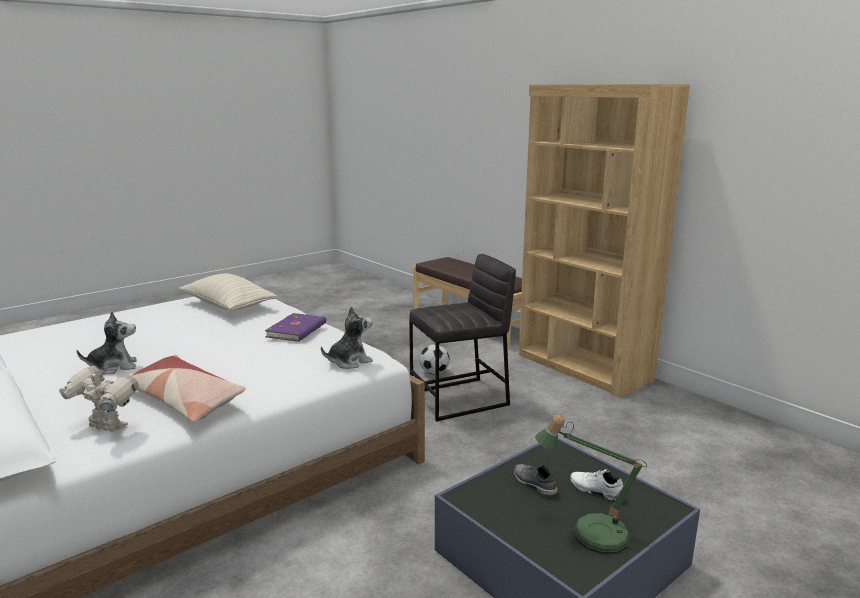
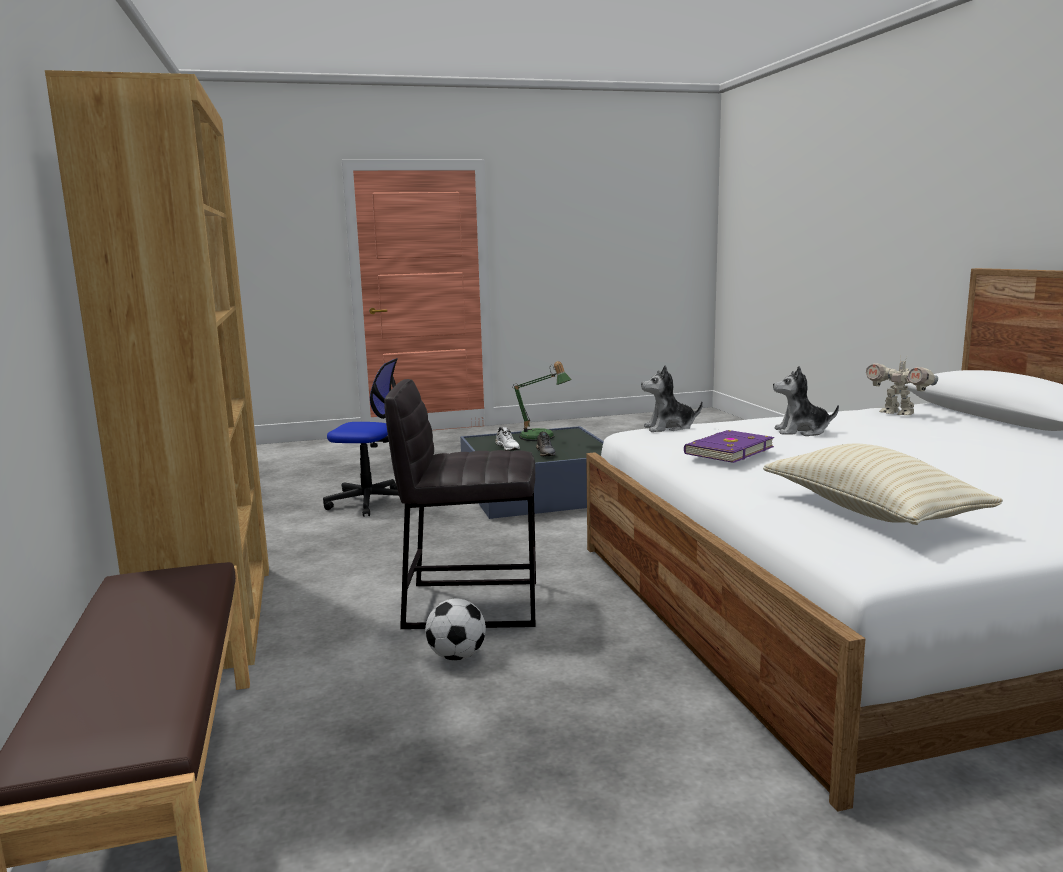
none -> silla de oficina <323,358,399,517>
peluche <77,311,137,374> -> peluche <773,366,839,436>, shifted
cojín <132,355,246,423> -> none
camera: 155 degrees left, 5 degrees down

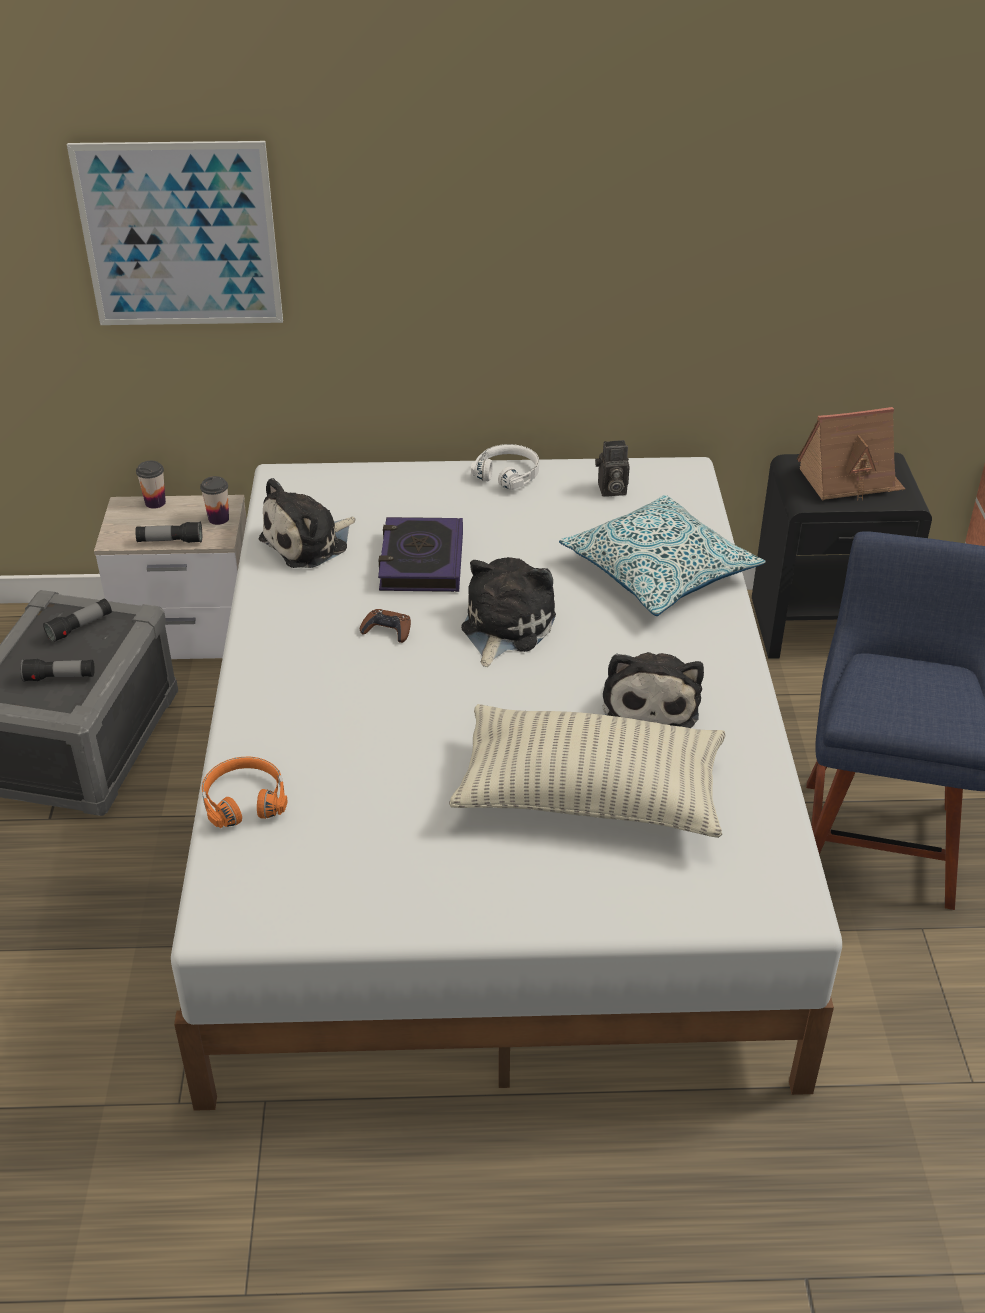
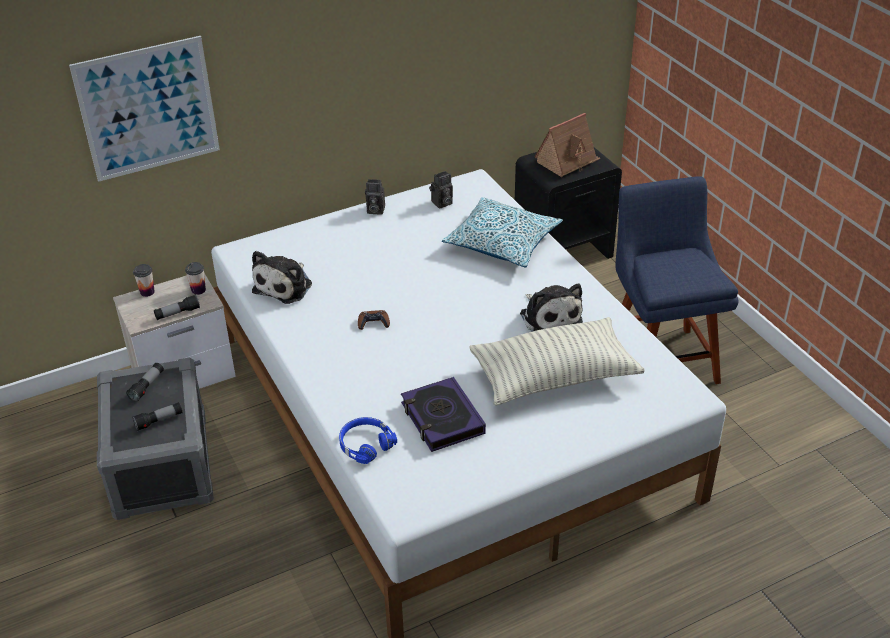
auriculares/naranja <202,757,288,828> -> auriculares/azul <339,417,397,464>
auriculares/blanco <471,444,539,490> -> cámara <365,179,385,215>
libro <378,517,463,592> -> libro <401,377,486,452>, shifted
peluche <461,557,556,667> -> none
camera: 25 degrees left, 0 degrees up

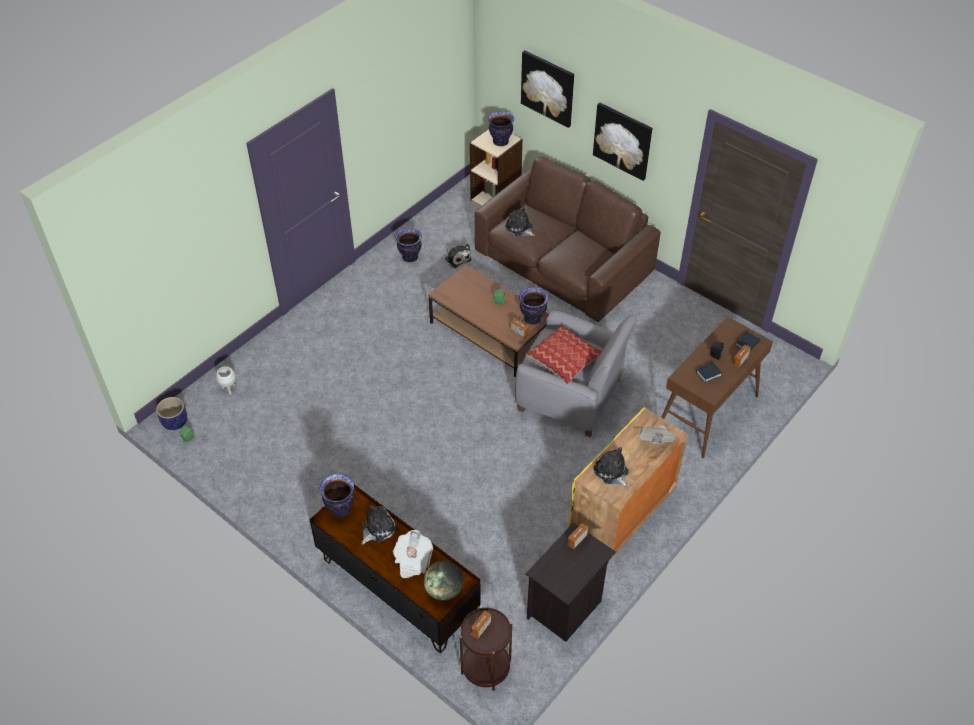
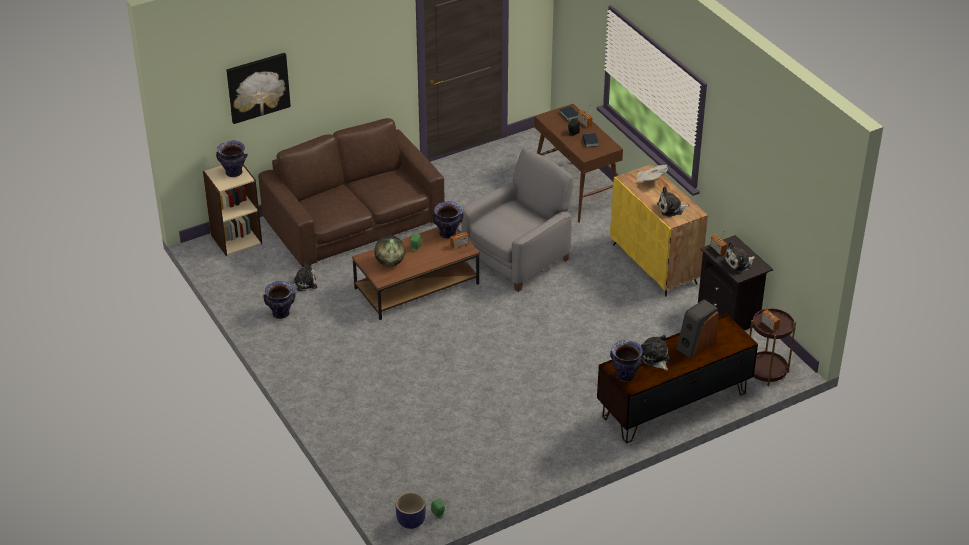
globo terráqueo <424,560,464,601> -> globo terráqueo <375,235,405,267>, shifted
periódico <393,530,433,578> -> altavoz <676,299,719,358>
peluche <505,206,535,236> -> peluche <723,242,755,272>, shifted
maceta/blanco <216,367,236,395> -> none
cojín <525,324,602,384> -> none
cuadro <593,103,652,181> -> none
camera: 70 degrees left, 10 degrees down

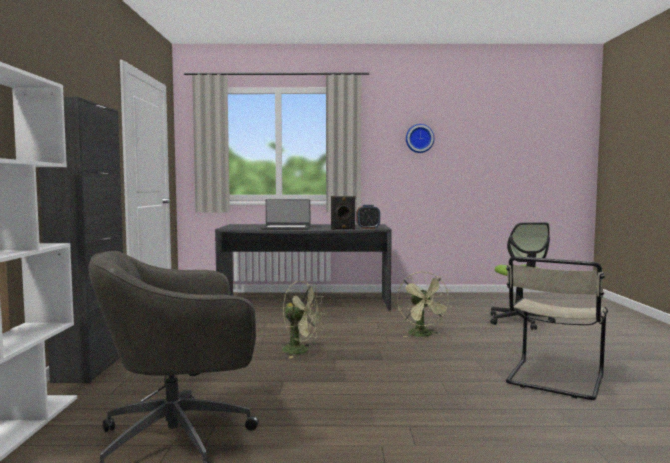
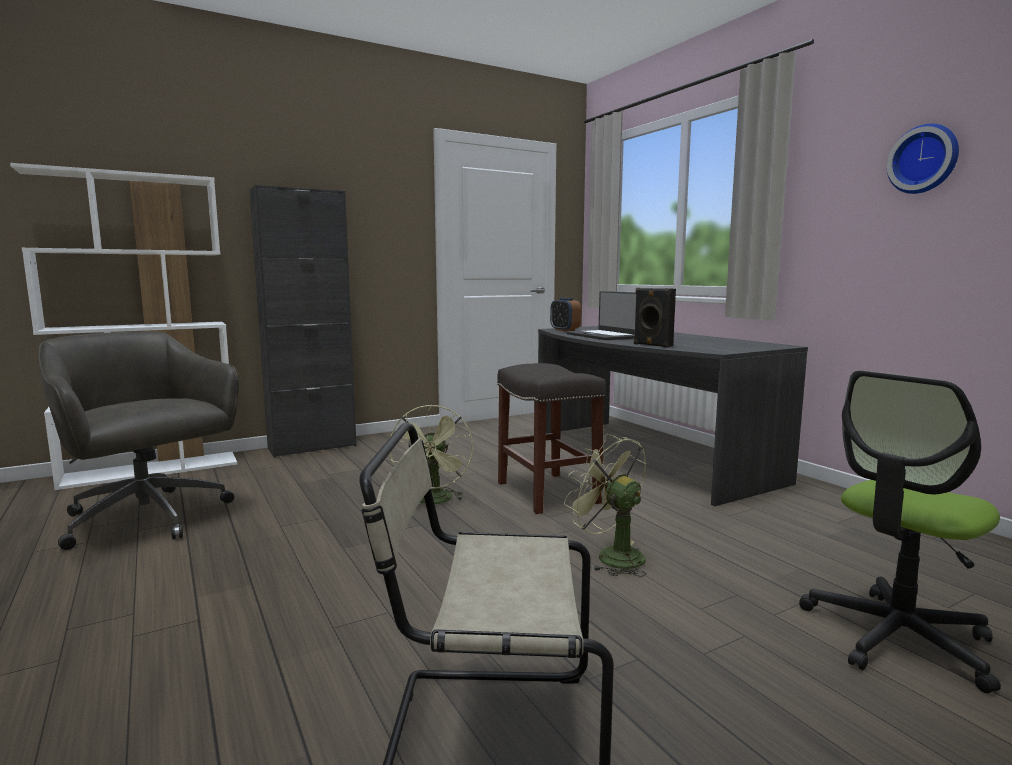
none -> taburete/gris <497,363,606,514>
despertador <357,205,380,229> -> despertador <550,298,581,331>, shifted
ventilador/verde <397,272,451,337> -> ventilador/verde <564,434,647,577>, 90 degrees clockwise
camera: 60 degrees right, 5 degrees up

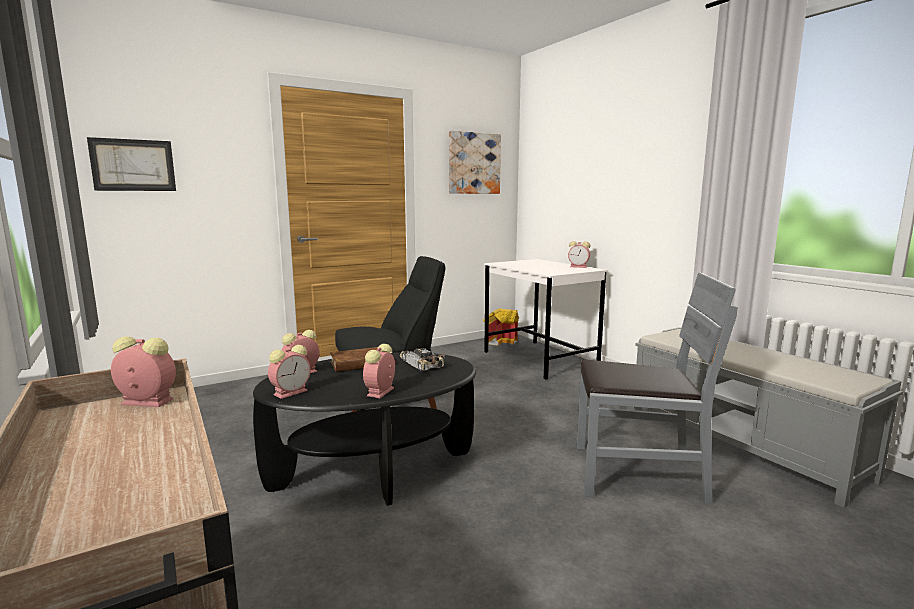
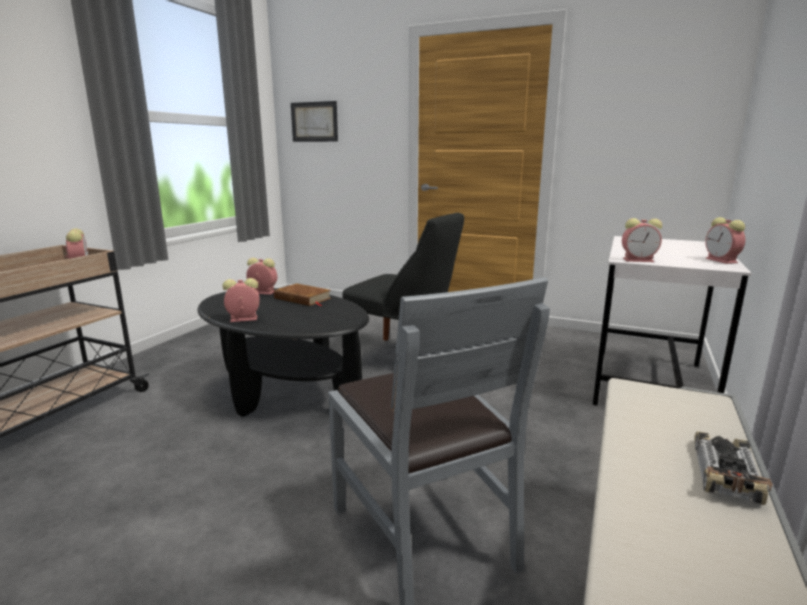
despertador <268,345,311,399> -> despertador <622,218,662,262>, shifted
coche de juguete <400,348,445,371> -> coche de juguete <694,431,773,505>, shifted
cuadro <449,131,501,194> -> none
casita <483,308,519,346> -> none
camera: 55 degrees right, 5 degrees up

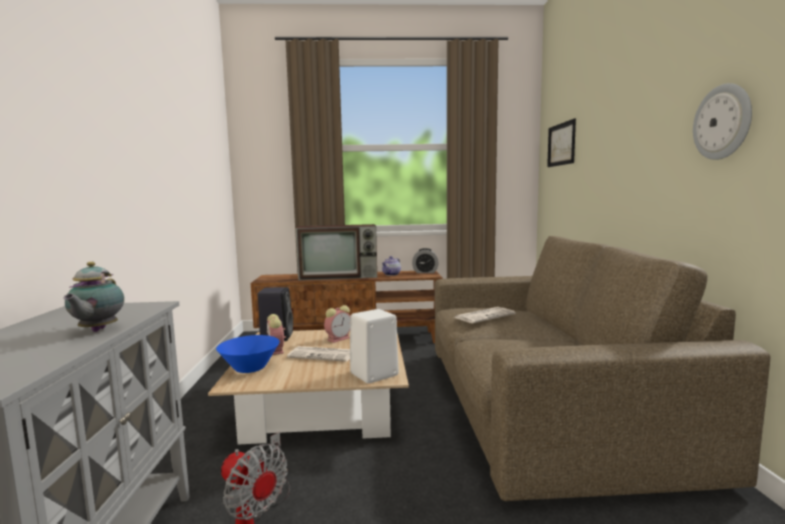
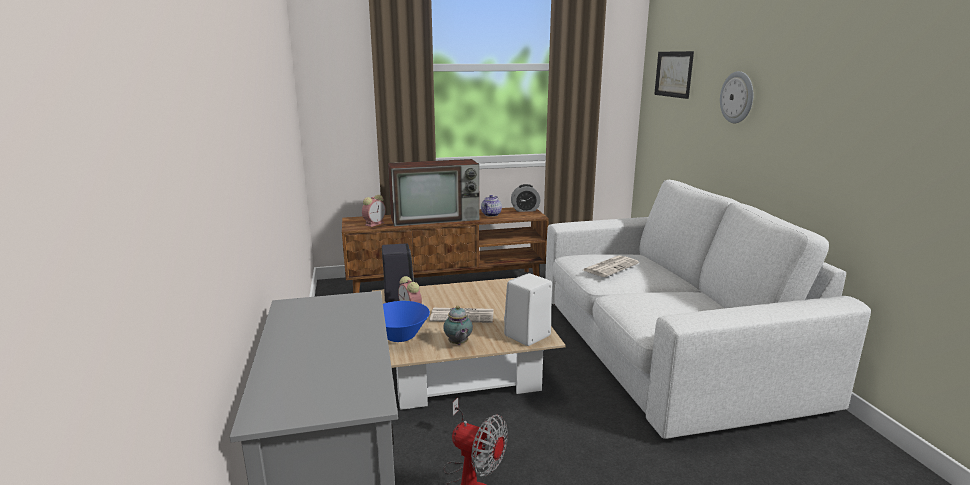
despertador <324,305,351,343> -> despertador <362,195,386,227>, shifted
tetera <63,262,124,332> -> tetera <443,306,473,345>, shifted
sofá/marrón <435,236,770,501> -> sofá/blanco <545,180,871,439>
reloj de pared <693,83,752,160> -> reloj de pared <720,71,753,123>, shifted
camera: 10 degrees left, 10 degrees up

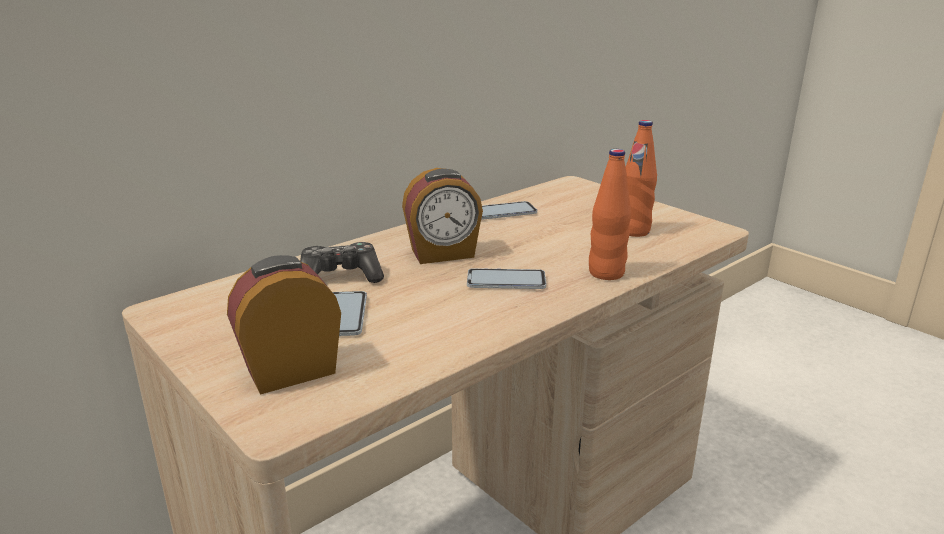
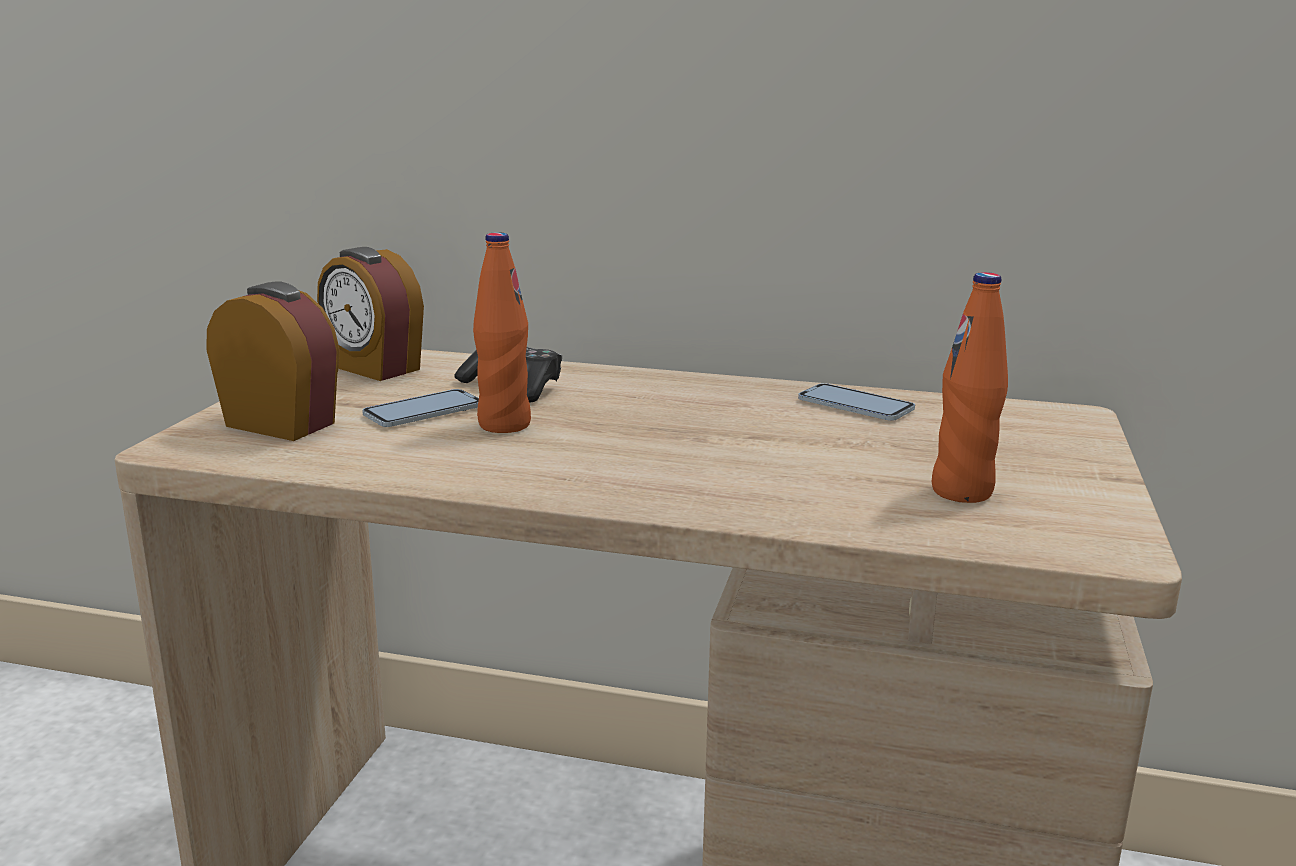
despertador <402,168,483,264> -> despertador <317,247,424,381>, shifted
botella/naranja <589,149,631,280> -> botella/naranja <473,232,531,433>, shifted
móvil <467,268,546,289> -> none
camera: 55 degrees right, 5 degrees down

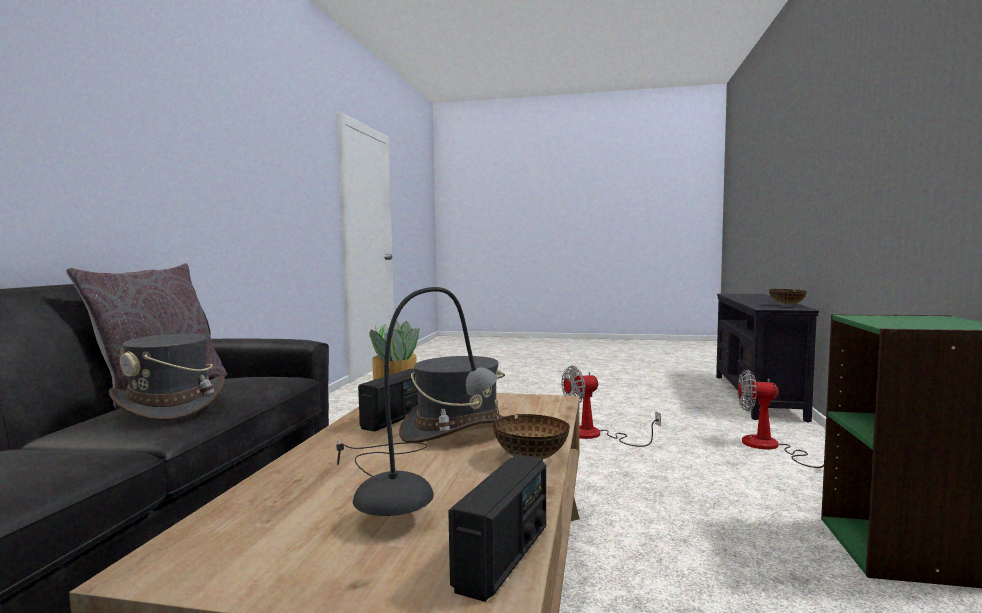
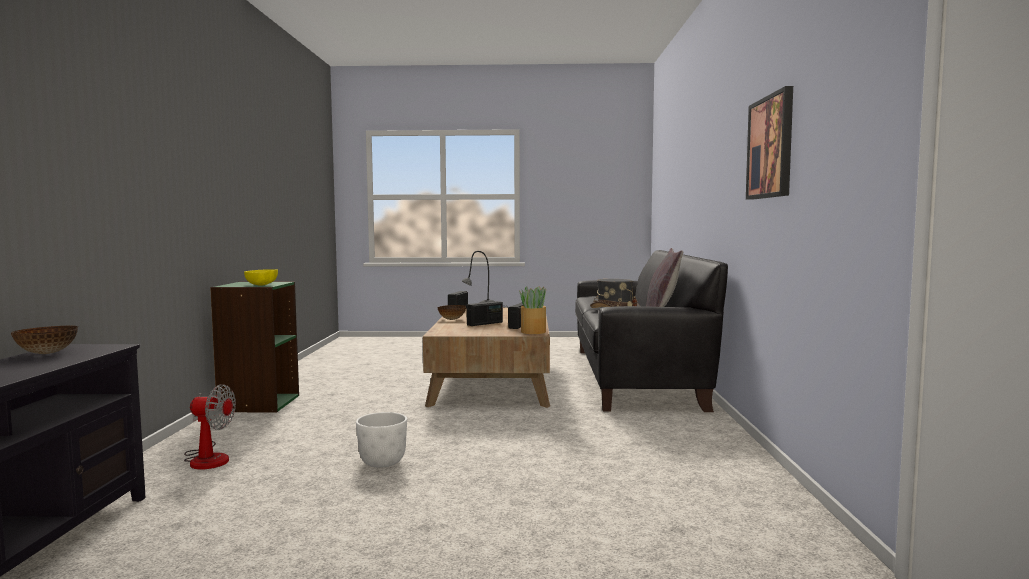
none -> cuenco/amarillo <244,269,278,286>
ventilador <562,366,661,447> -> maceta/blanco <356,412,407,468>
sombrero/gris <399,356,505,442> -> radio <467,301,503,326>
none -> cuadro <746,86,793,200>
camera: 170 degrees right, 0 degrees up

